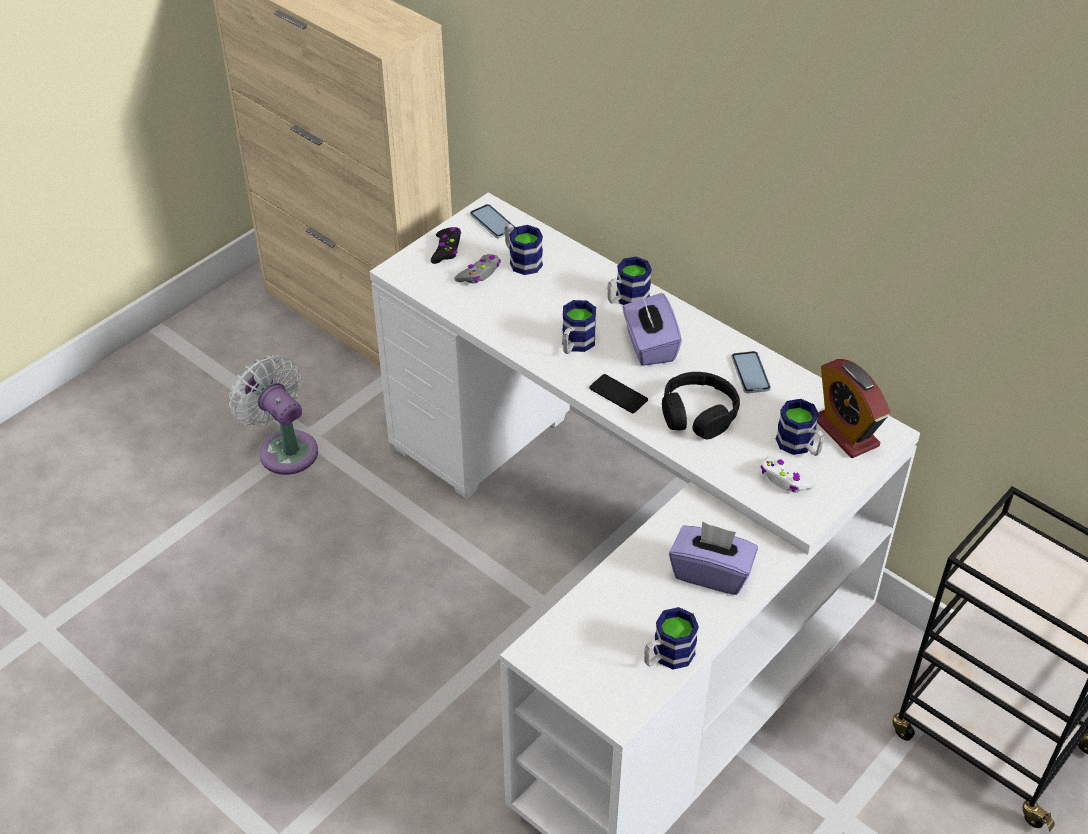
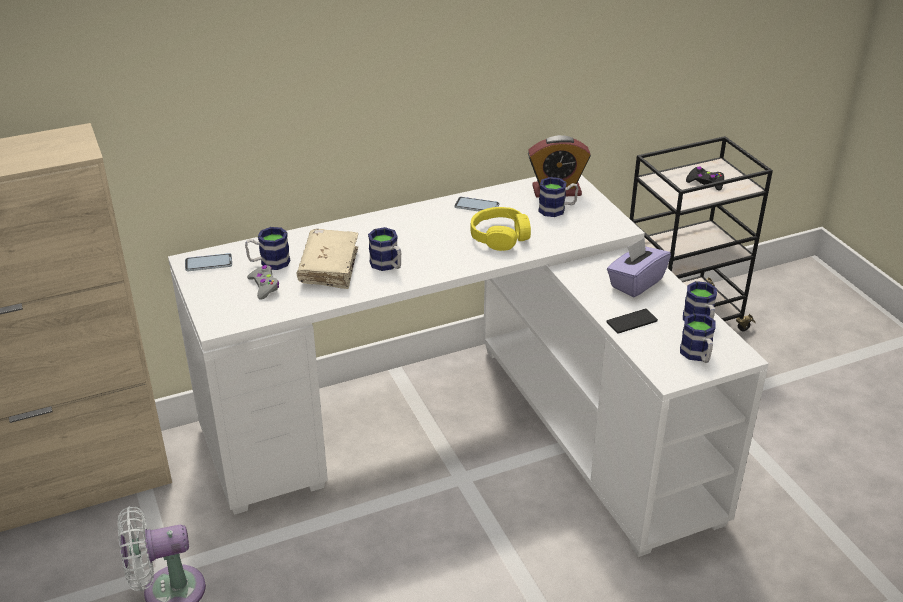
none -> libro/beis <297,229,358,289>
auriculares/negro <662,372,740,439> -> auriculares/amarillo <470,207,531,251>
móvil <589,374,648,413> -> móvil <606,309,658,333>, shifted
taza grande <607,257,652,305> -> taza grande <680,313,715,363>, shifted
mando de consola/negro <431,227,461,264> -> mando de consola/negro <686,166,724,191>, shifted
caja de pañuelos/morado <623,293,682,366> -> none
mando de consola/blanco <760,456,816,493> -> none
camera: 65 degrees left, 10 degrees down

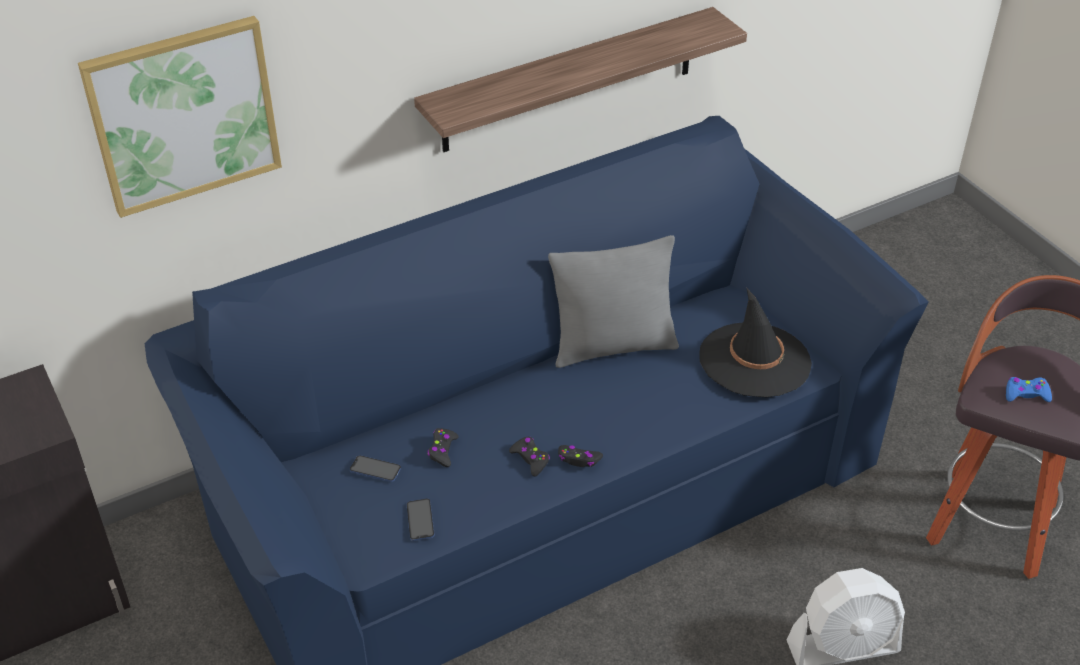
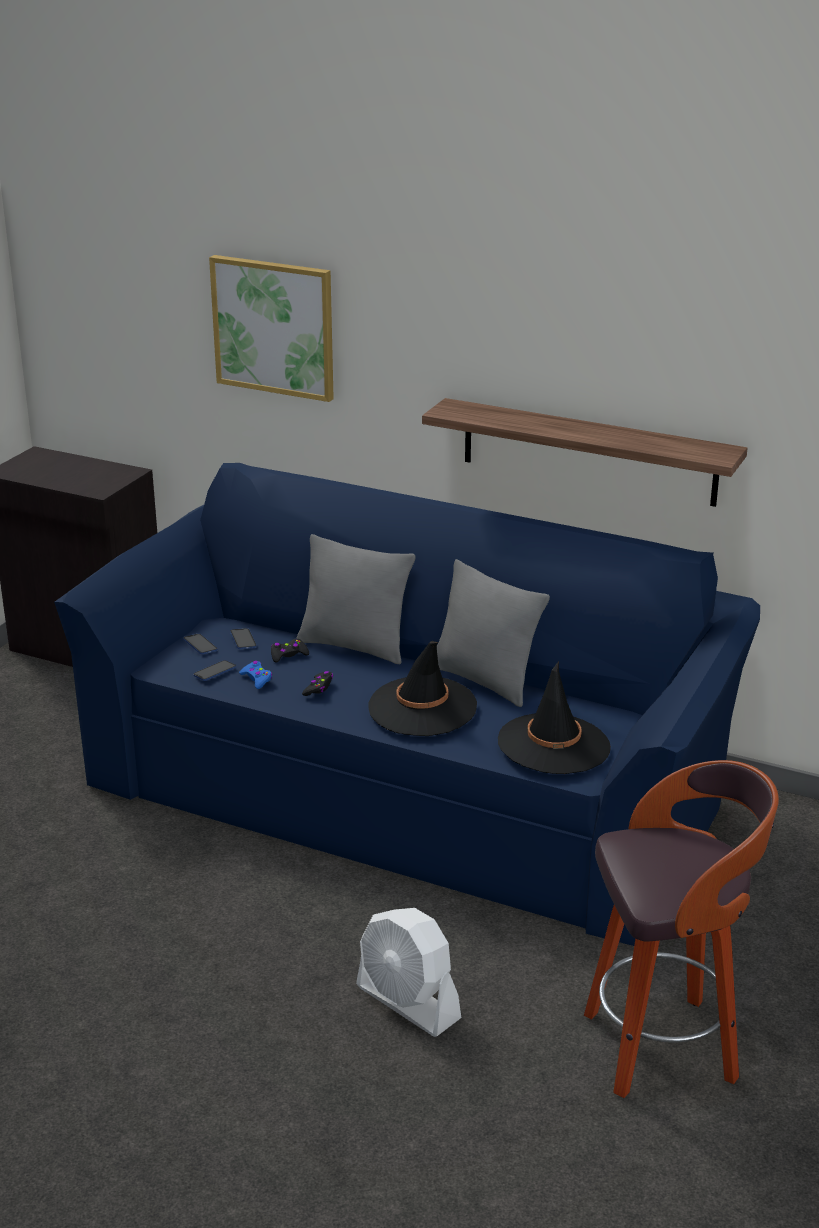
none -> móvil <183,634,218,654>
mando de consola/azul <1006,377,1052,402> -> mando de consola/azul <239,661,272,689>, shifted
none -> cojín/gris <296,534,416,664>
none -> sombrero/negro <368,641,477,736>
mando de consola/negro <558,445,603,467> -> none
camera: 55 degrees right, 15 degrees down

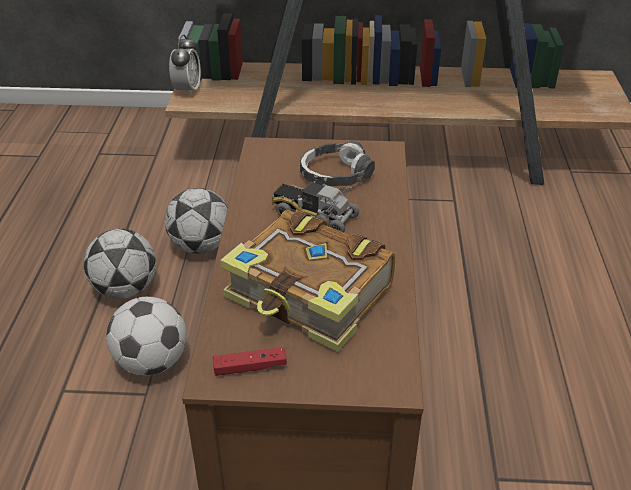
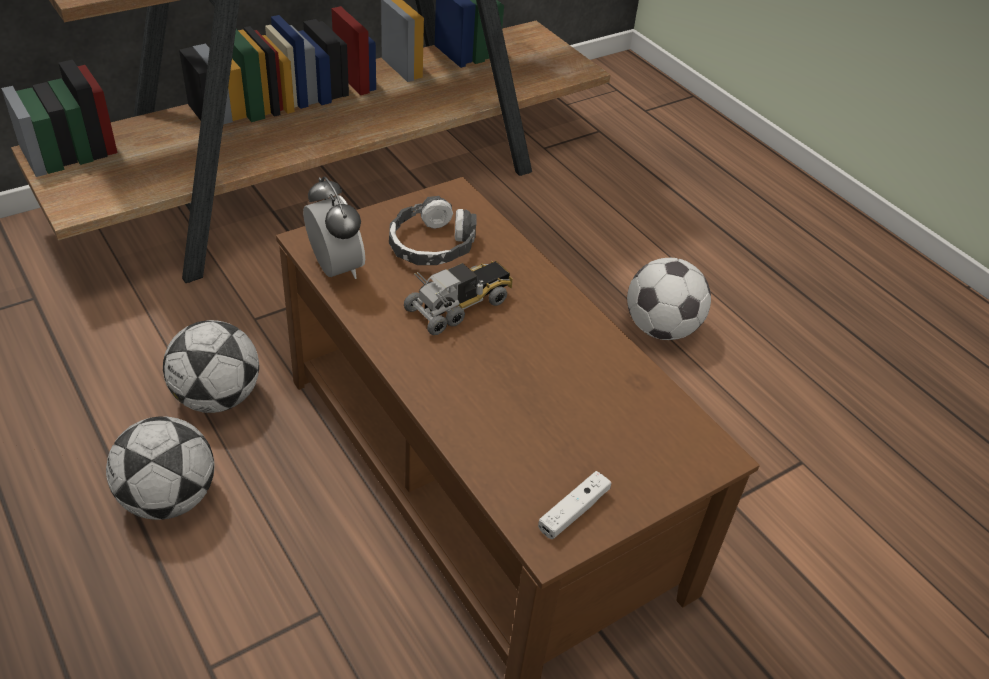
despertador <169,35,201,96> -> despertador <303,176,365,279>, shifted
camión de juguete <272,182,359,232> -> camión de juguete <404,261,513,335>, 150 degrees clockwise
mando de consola/rojo <213,347,287,376> -> mando de consola/blanco <538,471,611,539>
balón de fútbol <106,297,187,376> -> balón de fútbol <627,258,711,340>, shifted
libro <220,210,395,352> -> none
camera: 40 degrees left, 5 degrees up

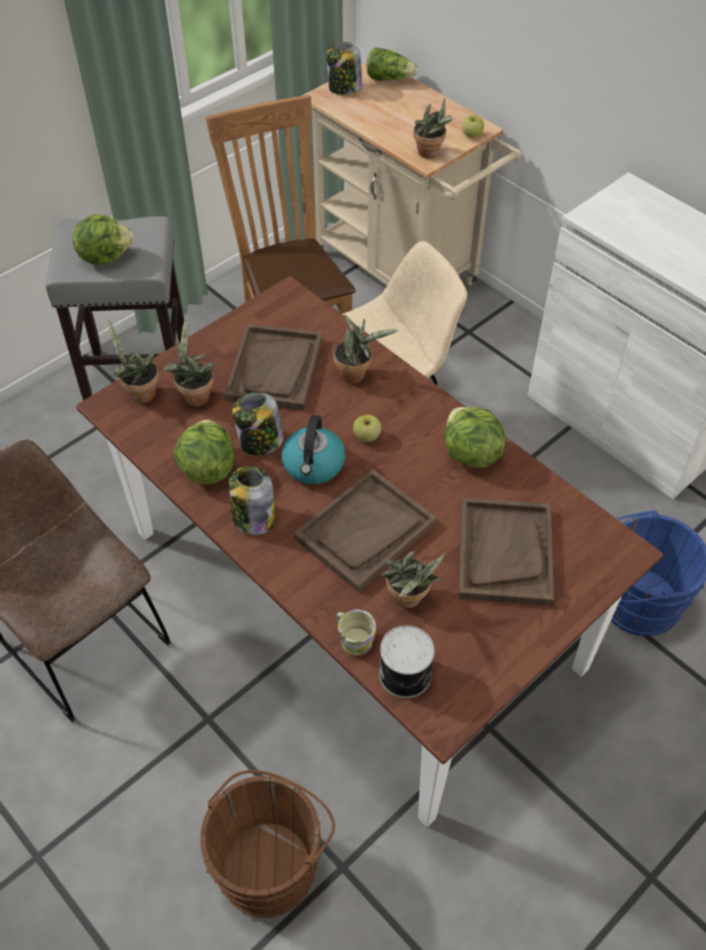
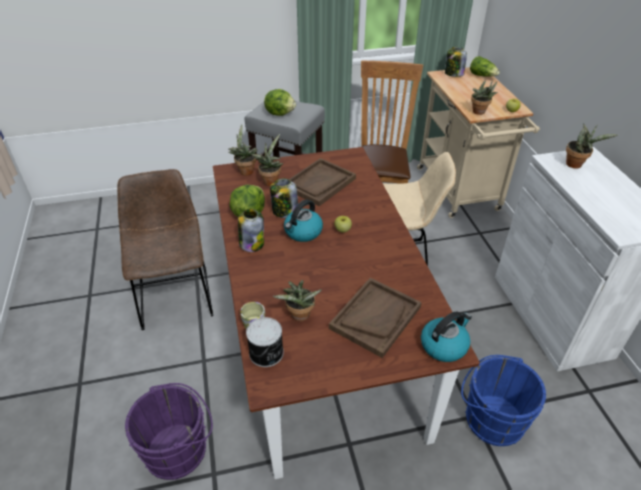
cubo/marrón <200,770,335,918> -> cubo/morado <125,383,213,480>
none -> hervidor <421,312,472,362>
planta en maceta <333,314,398,384> -> planta en maceta <566,123,618,169>, shifted
bandeja/marrón <294,469,437,593> -> none
lechuga <444,407,505,468> -> none
camera: 30 degrees right, 10 degrees down

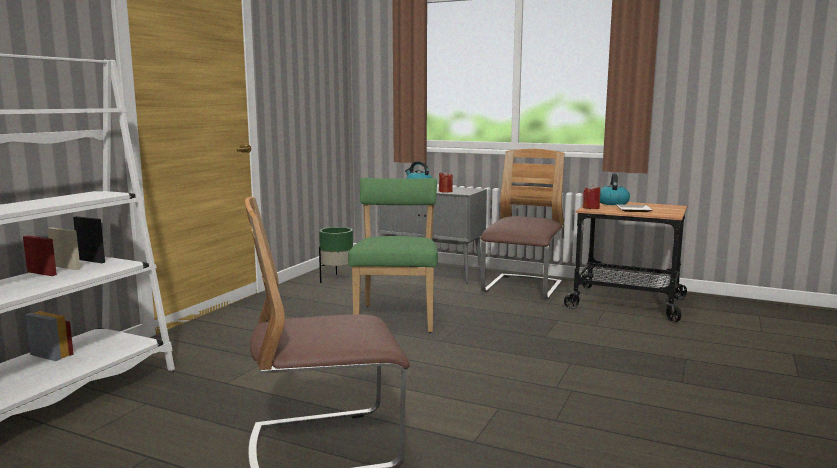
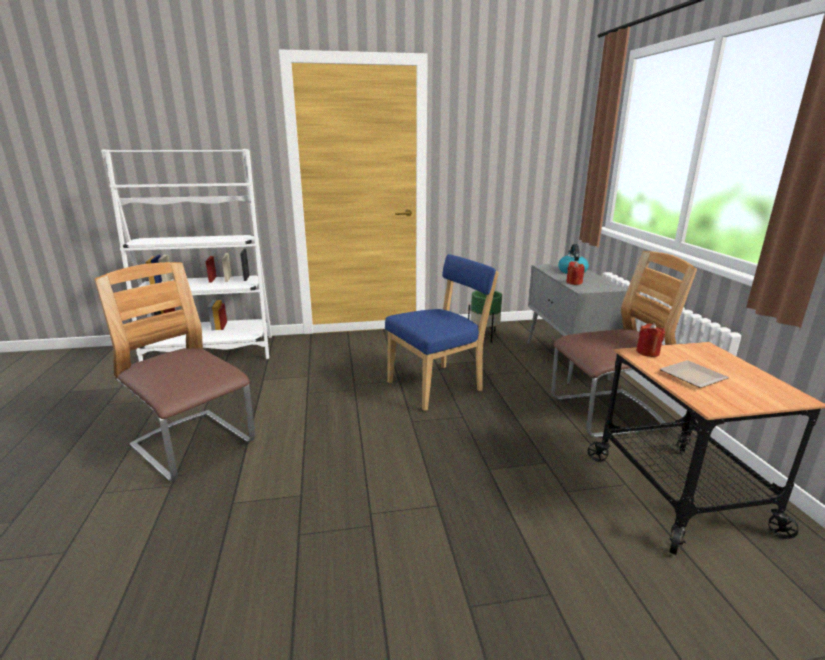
silla/verde <348,178,438,333> -> silla/azul <385,254,499,411>
hervidor <600,173,630,205> -> none
camera: 55 degrees right, 10 degrees up

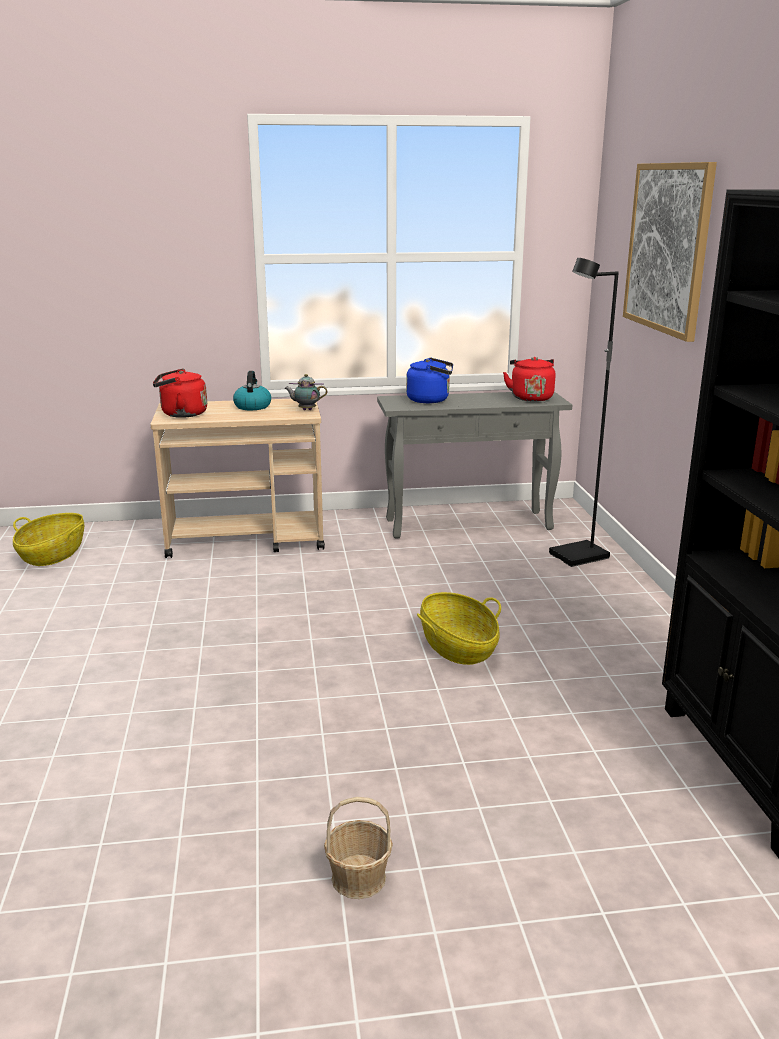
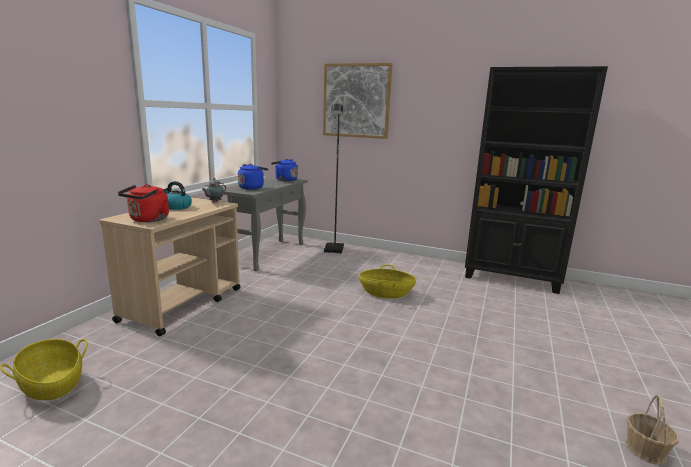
hervidor/rojo <503,357,555,402> -> hervidor/azul <271,159,298,181>
cesta <324,797,393,899> -> cesta <625,394,679,465>, shifted
camera: 60 degrees left, 5 degrees down

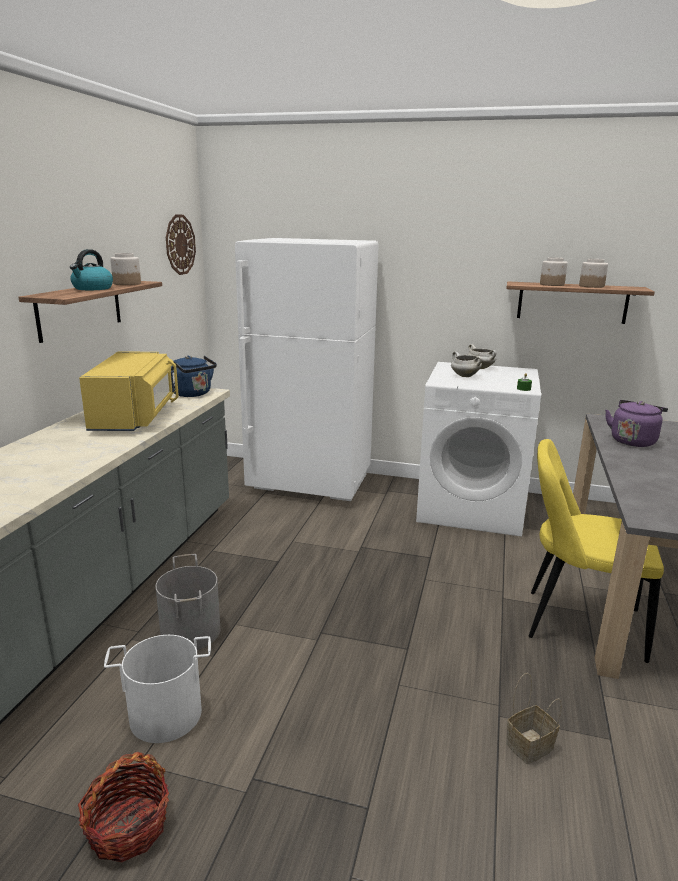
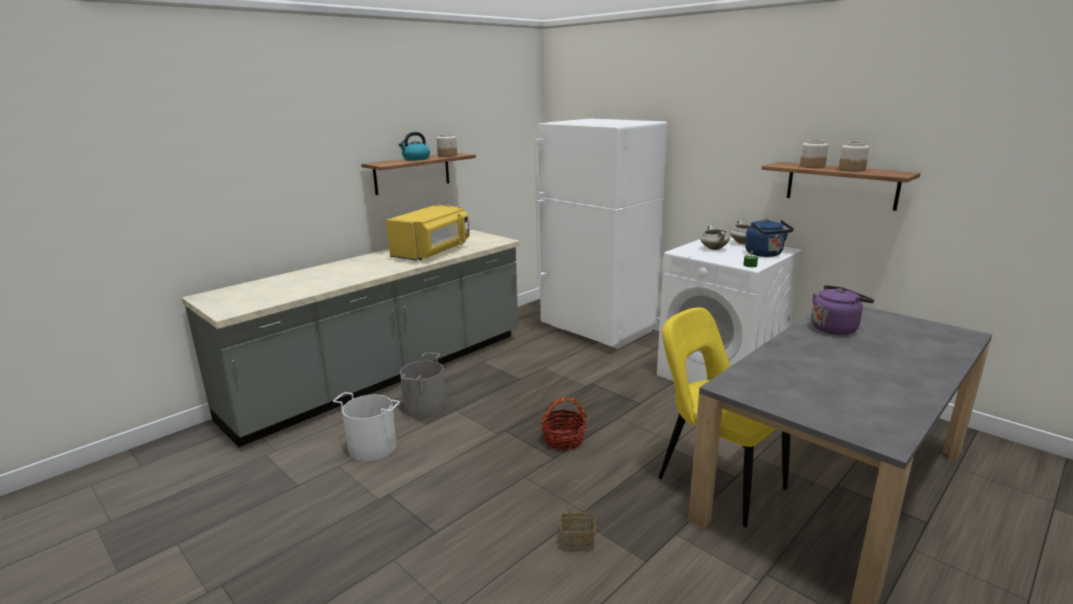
cesta <78,752,169,863> -> cesta <541,397,587,450>, shifted
hervidor/azul <173,355,217,397> -> hervidor/azul <745,219,794,257>, shifted
reloj de pared <166,215,196,275> -> none
camera: 30 degrees right, 0 degrees up

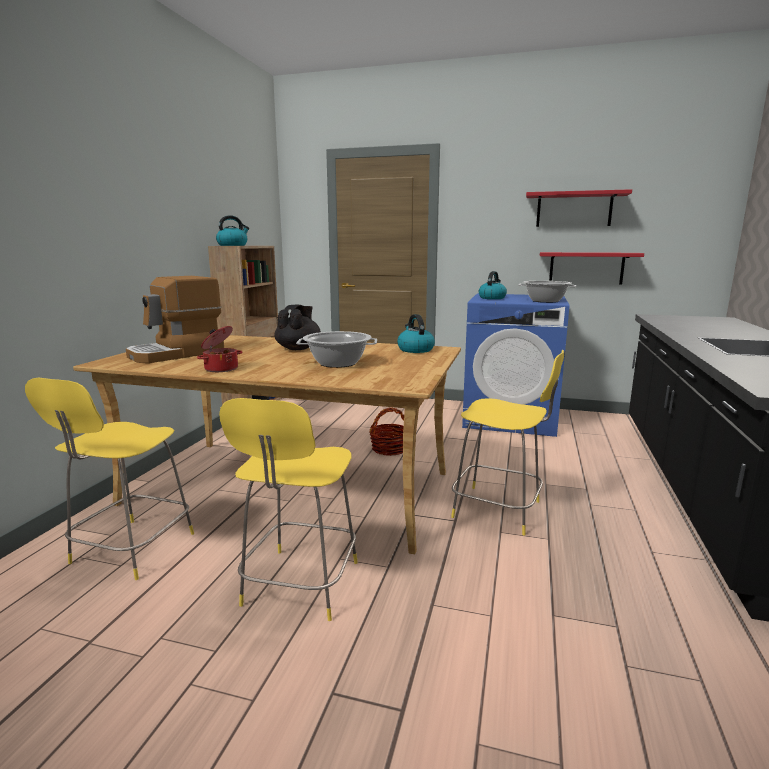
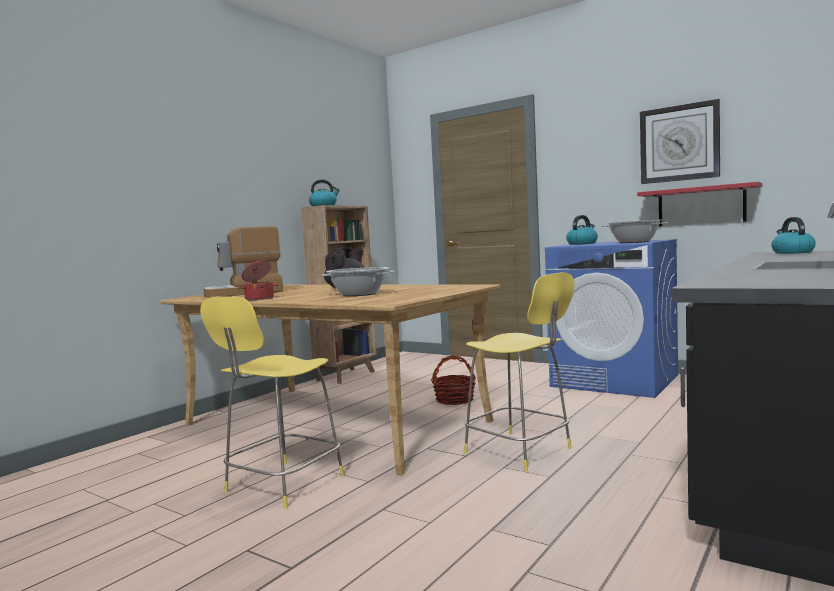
estante/rojo <526,189,632,227> -> reloj de pared <640,99,720,184>
hervidor <397,314,435,353> -> hervidor <771,217,816,254>, shifted
taburete/amarillo <25,378,194,580> -> none
camera: 20 degrees right, 10 degrees down

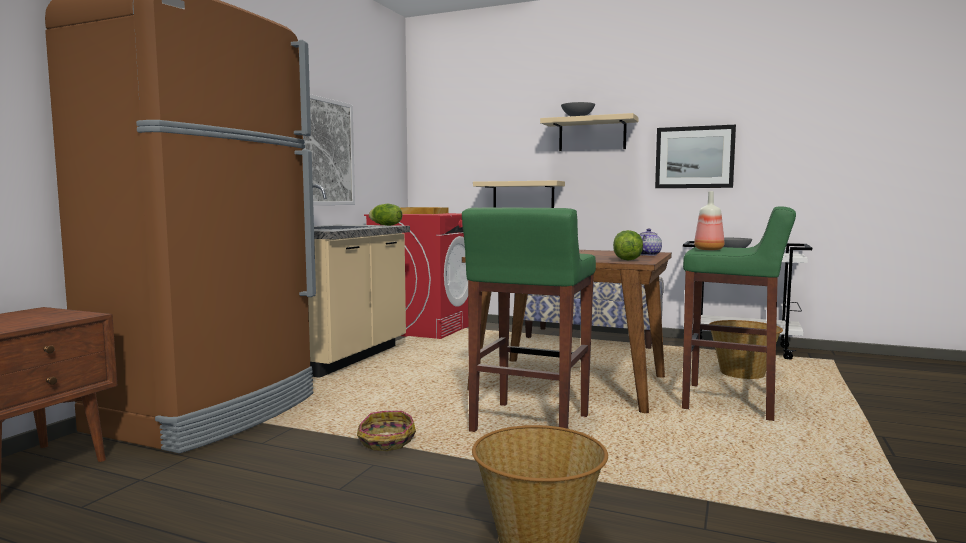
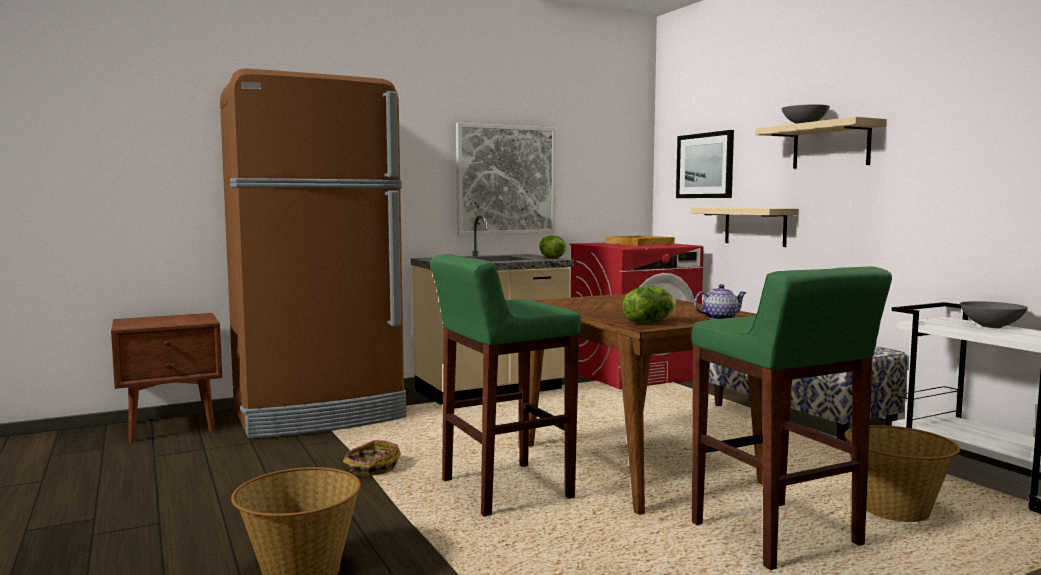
cuadro <655,125,736,188> -> cuadro <676,130,734,198>, shifted
botella <694,191,724,250> -> none
camera: 40 degrees right, 0 degrees up

